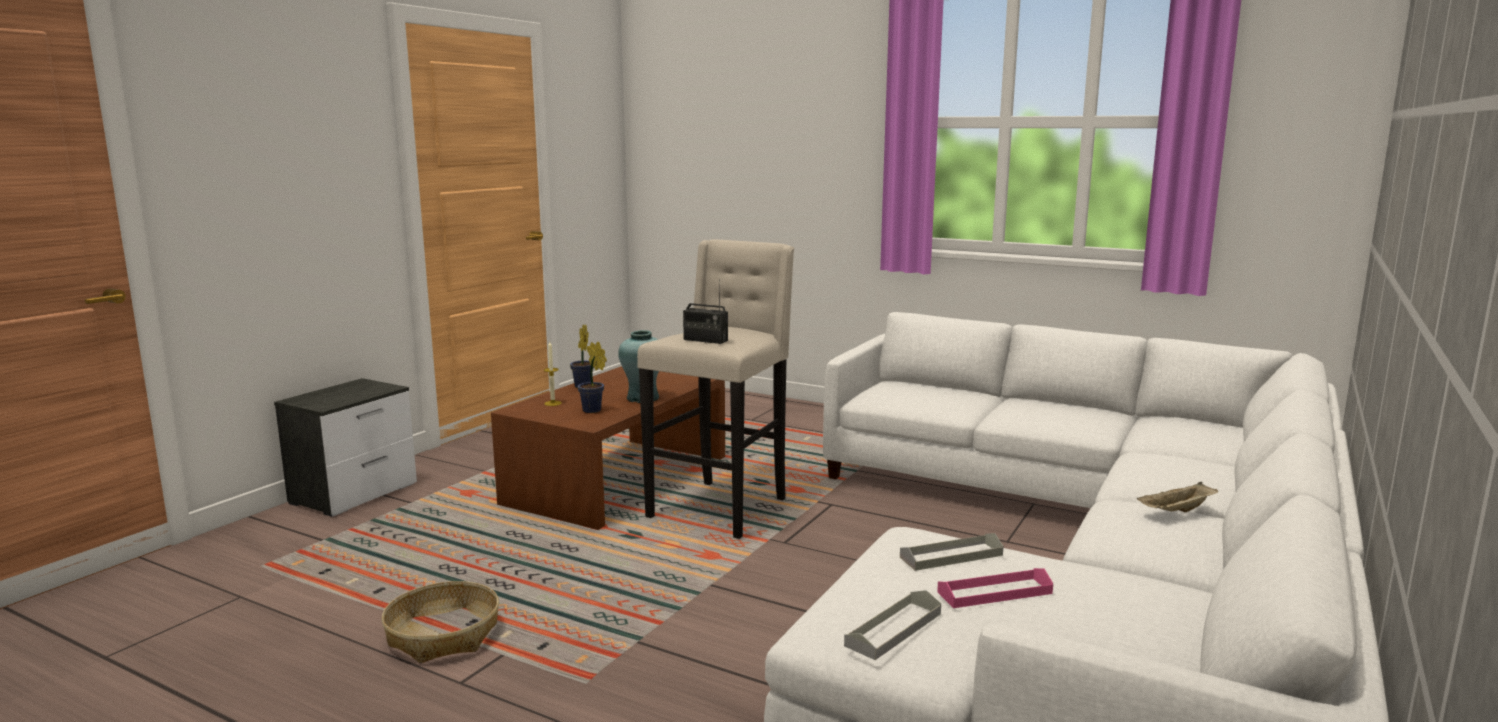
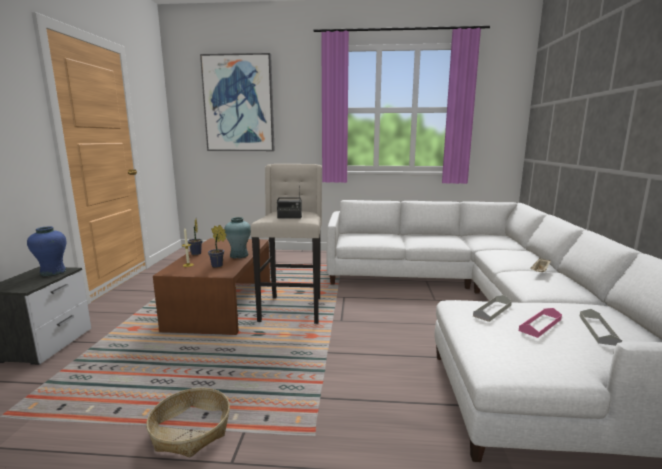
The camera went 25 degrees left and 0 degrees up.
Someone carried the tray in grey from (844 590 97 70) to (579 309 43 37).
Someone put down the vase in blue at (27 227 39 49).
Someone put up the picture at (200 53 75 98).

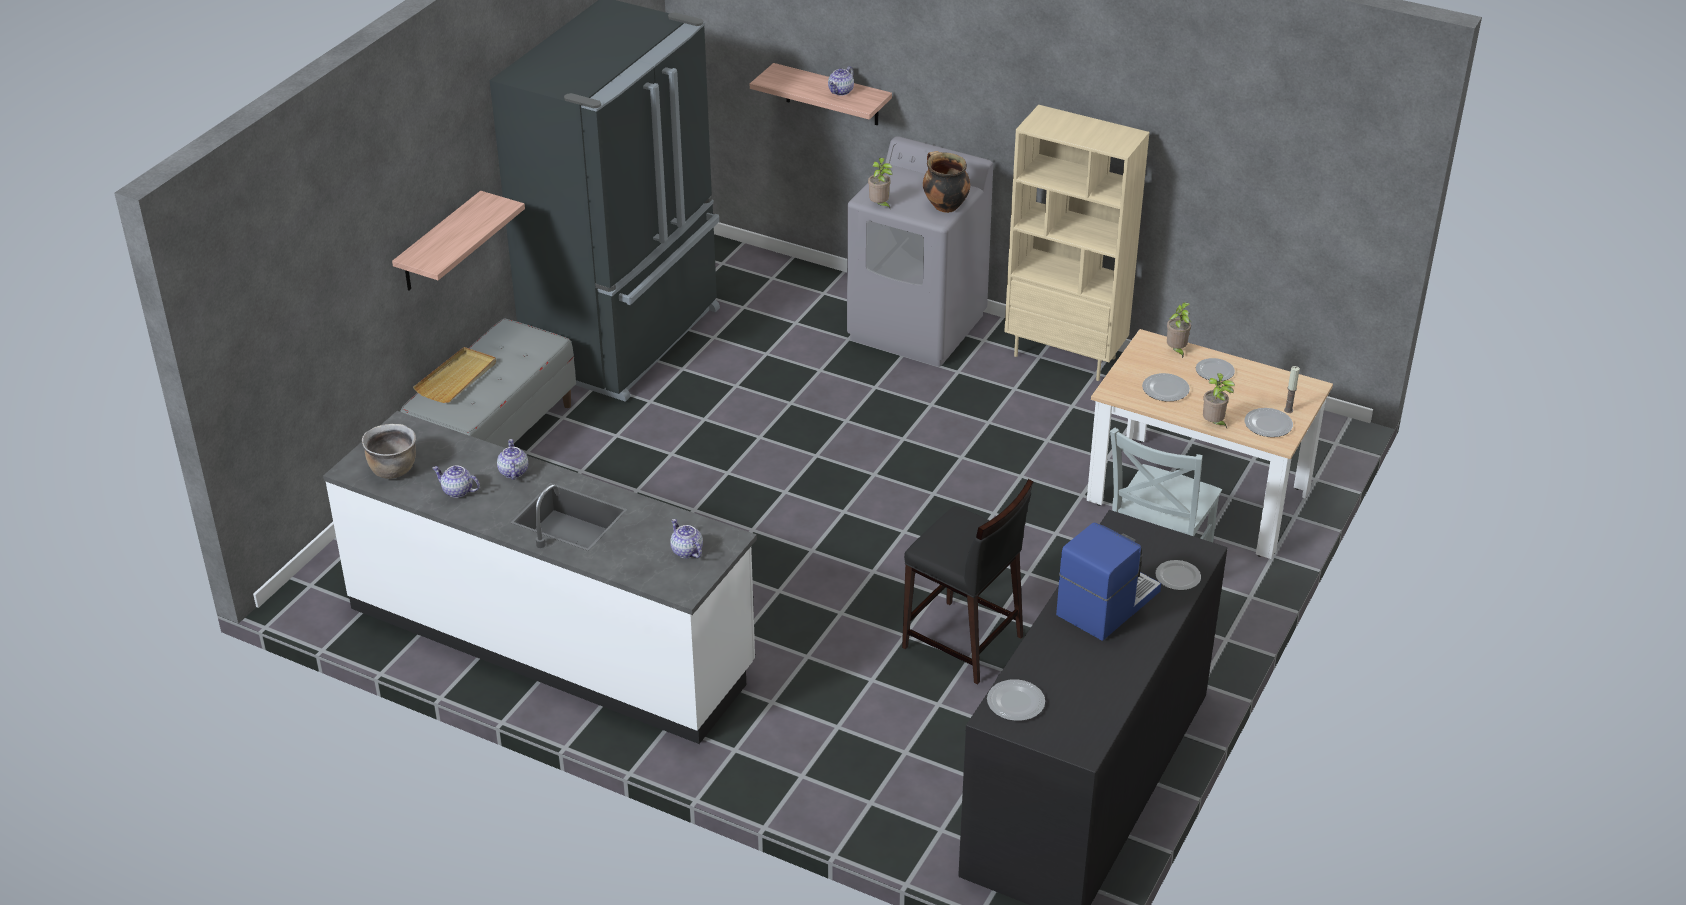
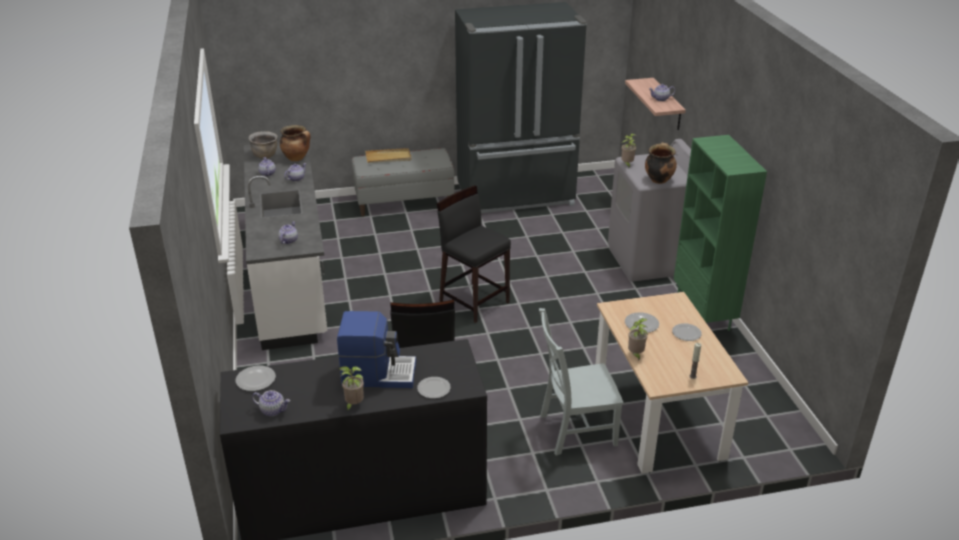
The camera went 50 degrees right and 5 degrees down.
Someone took away the shelf at (392 191 133 99).
Someone repainted the bookcase in beige at (1004 105 145 276), which became the bookcase in green at (674 135 93 196).
Someone carried the potted plant from (1167 302 25 57) to (338 366 26 46).
Someone took away the plate at (1245 408 48 29).
Someone put down the teapot at (252 390 38 26).
Someone put down the cooking pot at (280 125 31 36).
Someone put down the stool in black at (437 185 74 138).

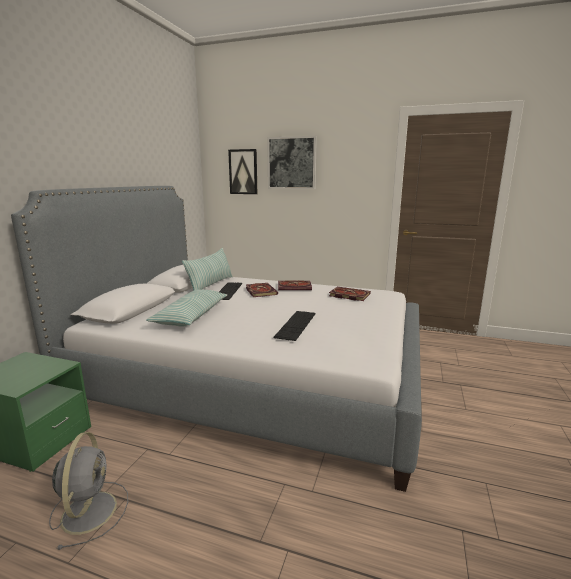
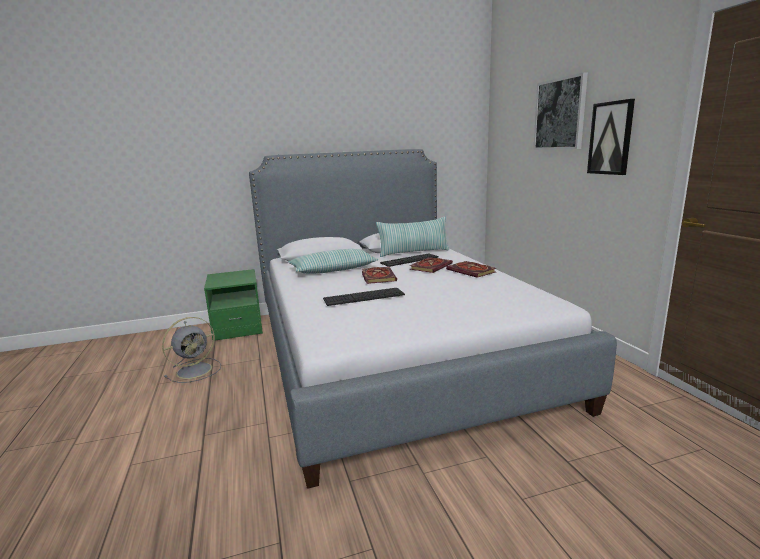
The camera went 55 degrees right and 0 degrees up.
Someone carried the picture from (228 149 29 45) to (587 99 48 76).
Someone carried the book from (329 287 42 14) to (362 267 35 17).

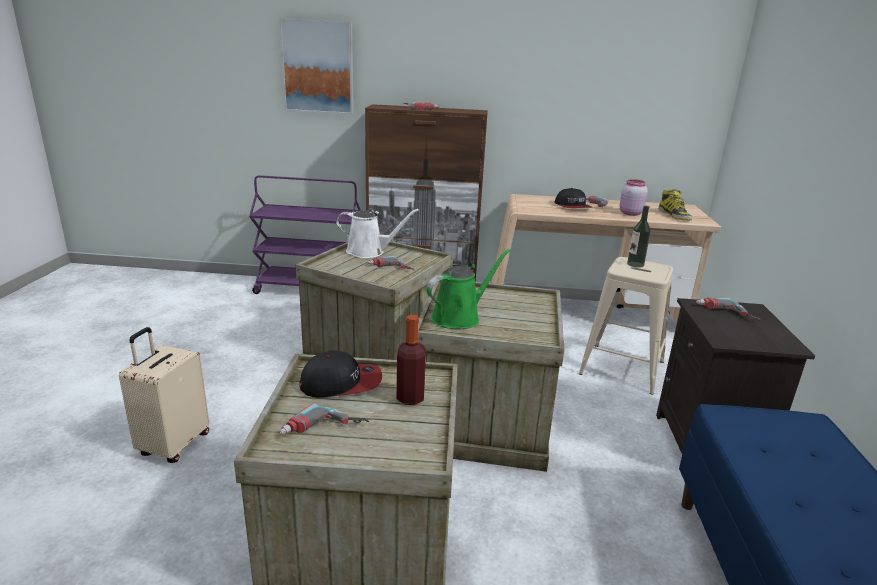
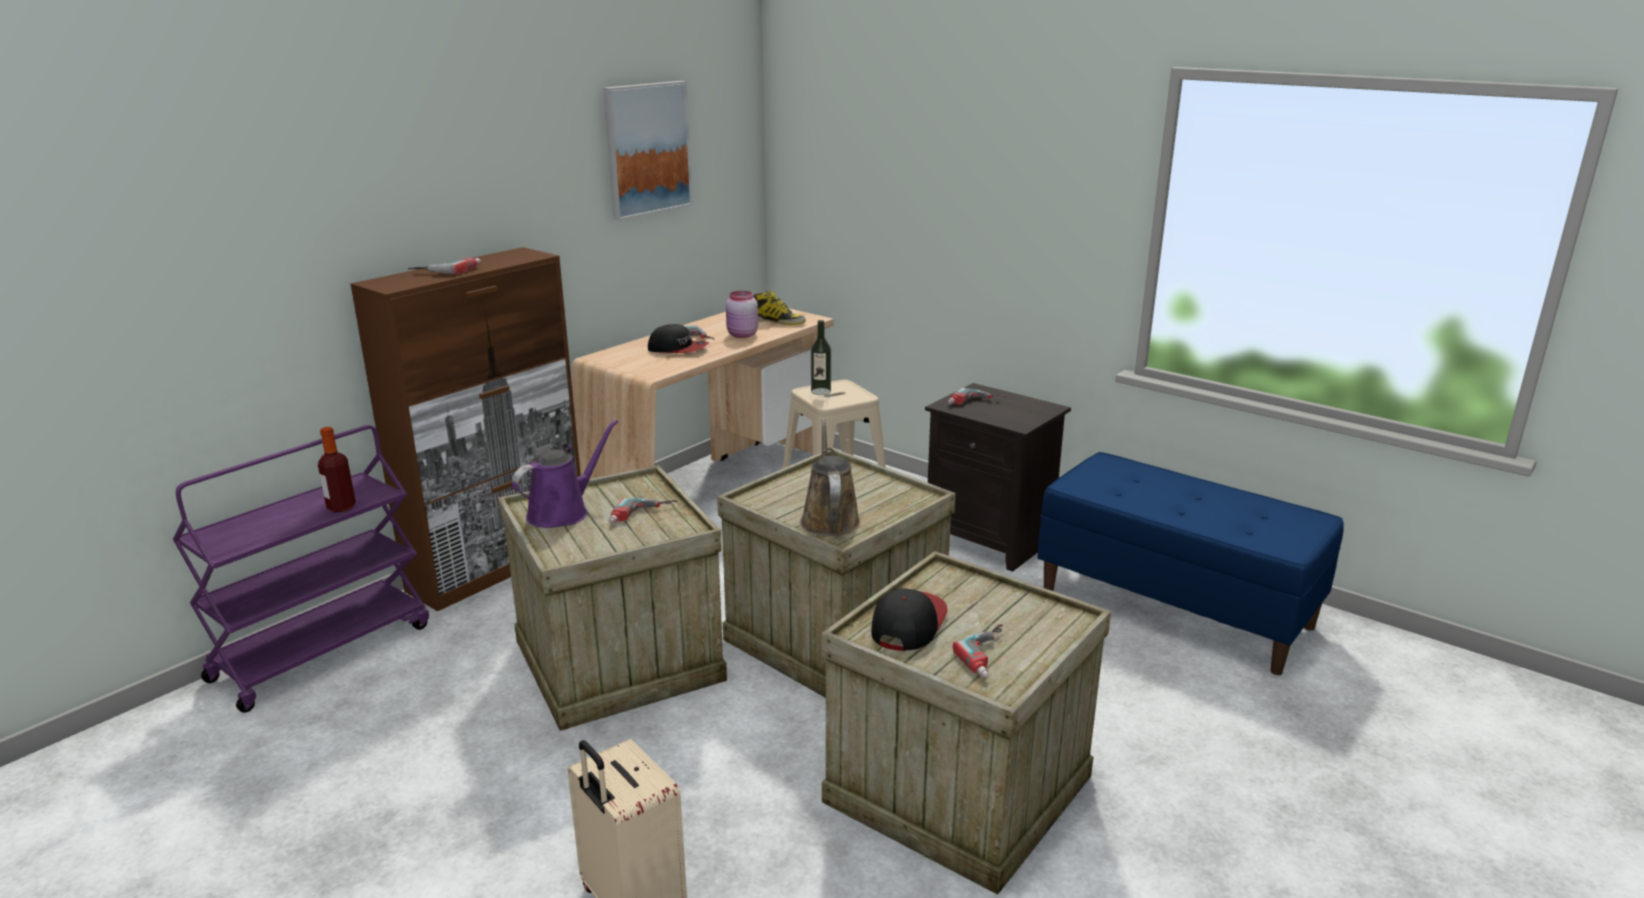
The camera went 55 degrees left and 0 degrees up.
Someone carried the picture from (279 18 75 96) to (603 81 90 139).
Someone repainted the watering can in white at (336 209 83 49), which became the watering can in purple at (512 420 106 108).
Someone carried the bottle from (397 315 29 90) to (318 427 38 85).
Someone repainted the watering can in green at (426 249 84 80), which became the watering can in brown at (800 419 61 117).

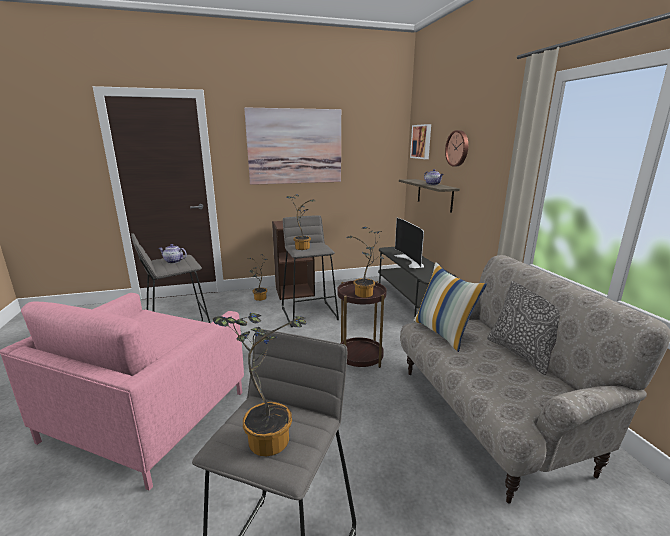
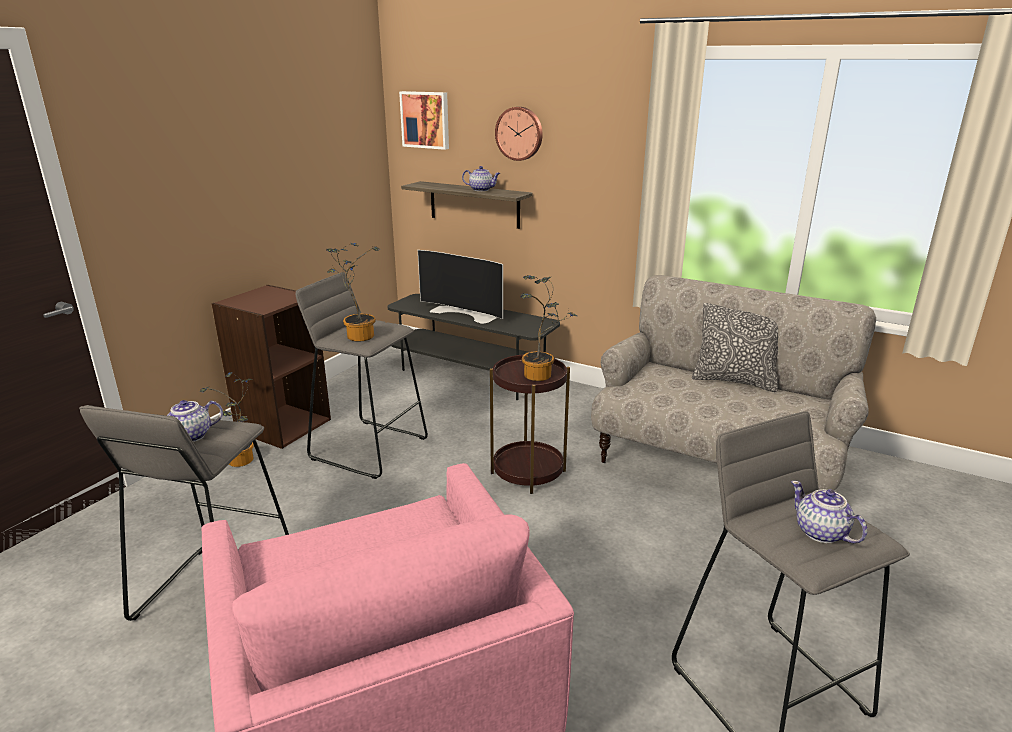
The camera went 45 degrees left and 5 degrees up.
Someone swapped the potted plant at (213 312 94 144) for the teapot at (791 481 76 62).
Someone took away the picture at (244 107 97 78).
Someone took away the pillow at (413 262 74 90).

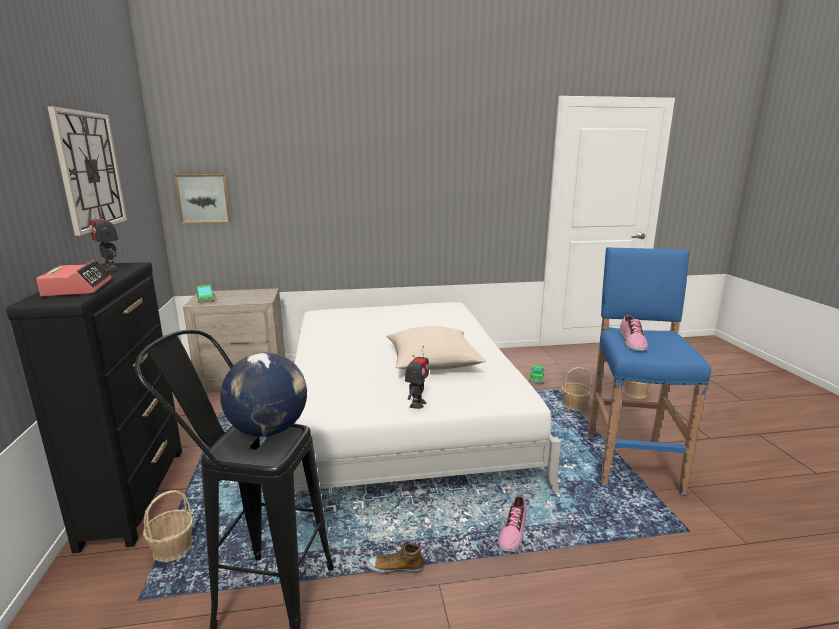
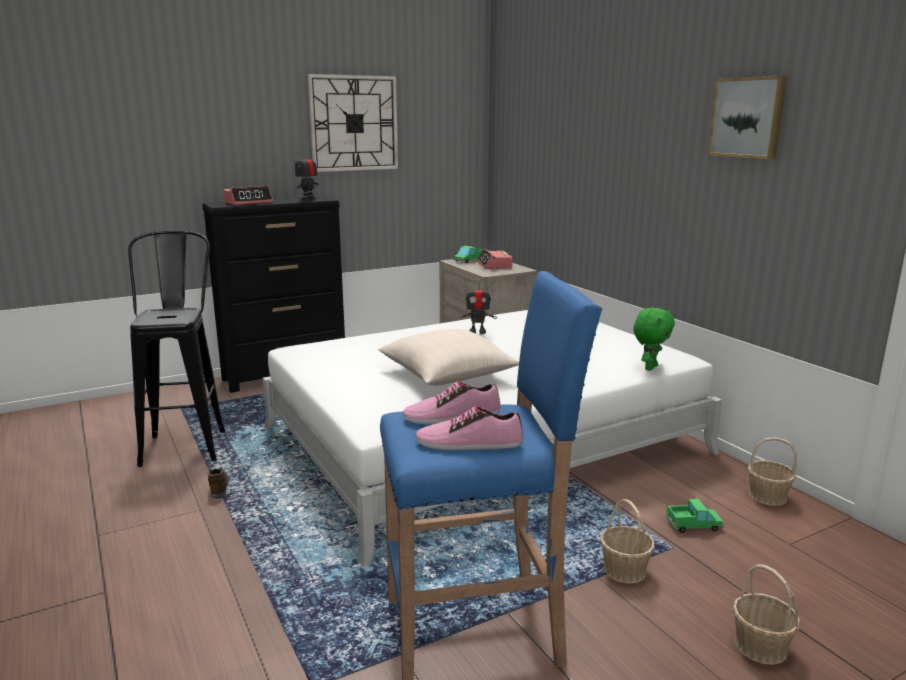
The camera went 70 degrees right and 0 degrees up.
Someone carried the basket from (143 490 51 72) to (748 437 49 69).
Someone carried the picture from (175 174 56 49) to (708 76 79 83).
Someone took away the globe at (220 353 87 84).
Someone carried the toy robot from (405 346 24 63) to (459 281 38 53).
Someone carried the shoe from (498 495 29 57) to (416 406 107 44).
Someone put down the alarm clock at (477 249 36 20).
Someone put down the plush toy in green at (634 308 41 63).

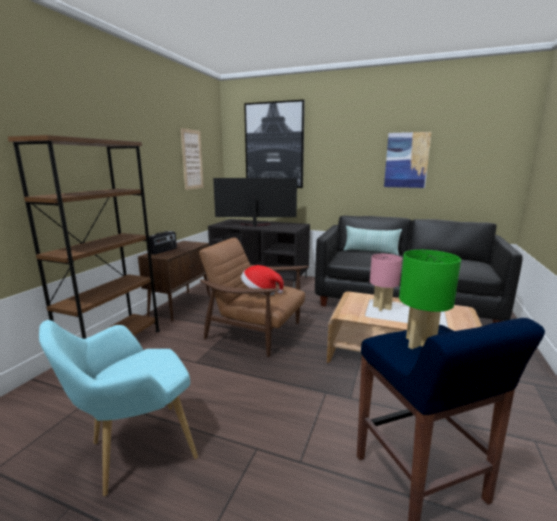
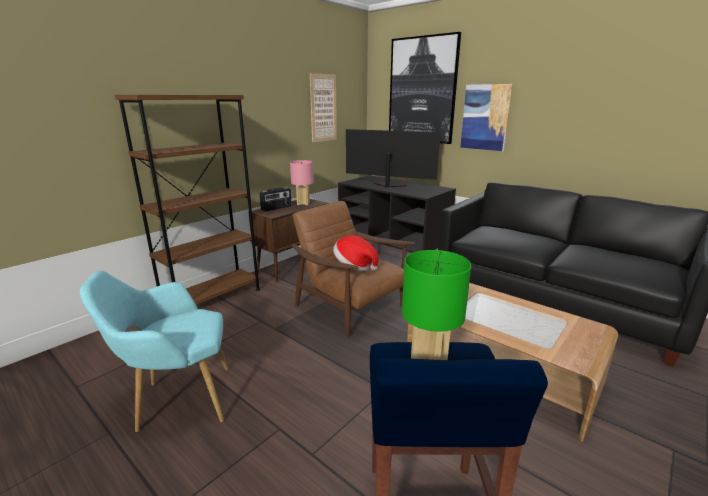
The camera went 20 degrees right and 5 degrees up.
Someone took away the pillow at (344 226 58 29).
Someone carried the table lamp in pink from (370 254 32 57) to (290 160 24 45).
Someone carried the picture from (384 132 48 56) to (460 84 53 67).

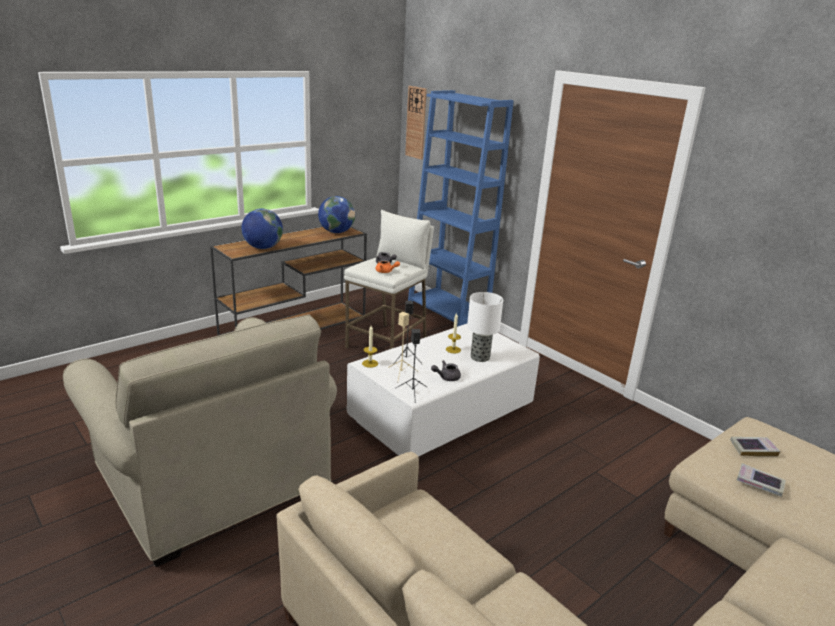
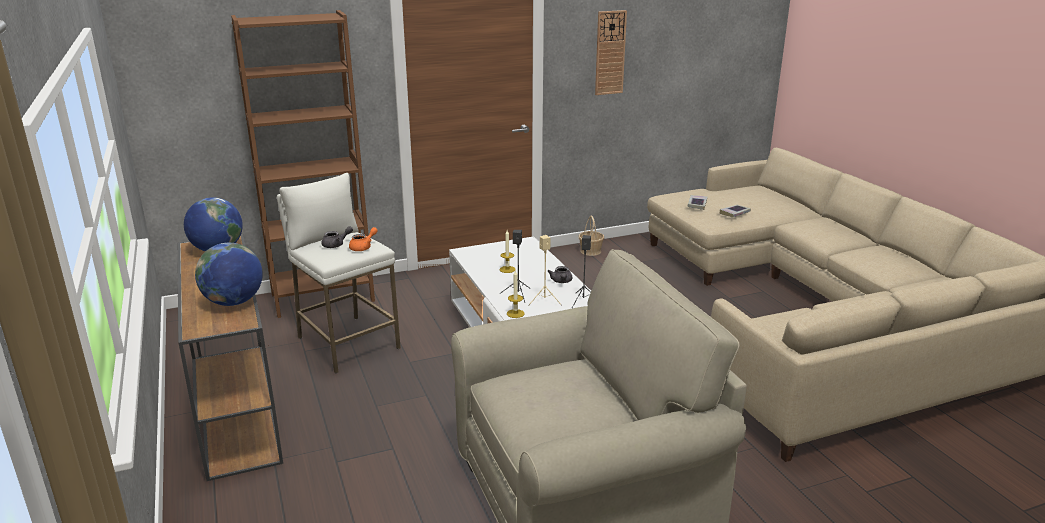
The camera went 70 degrees left and 0 degrees up.
Someone carried the wall clock from (405 86 22 74) to (595 10 32 85).
Someone repainted the bookcase in blue at (408 90 106 237), which became the bookcase in brown at (231 10 144 308).
Someone took away the table lamp at (467 292 36 70).
Someone put down the basket at (579 215 25 41).

